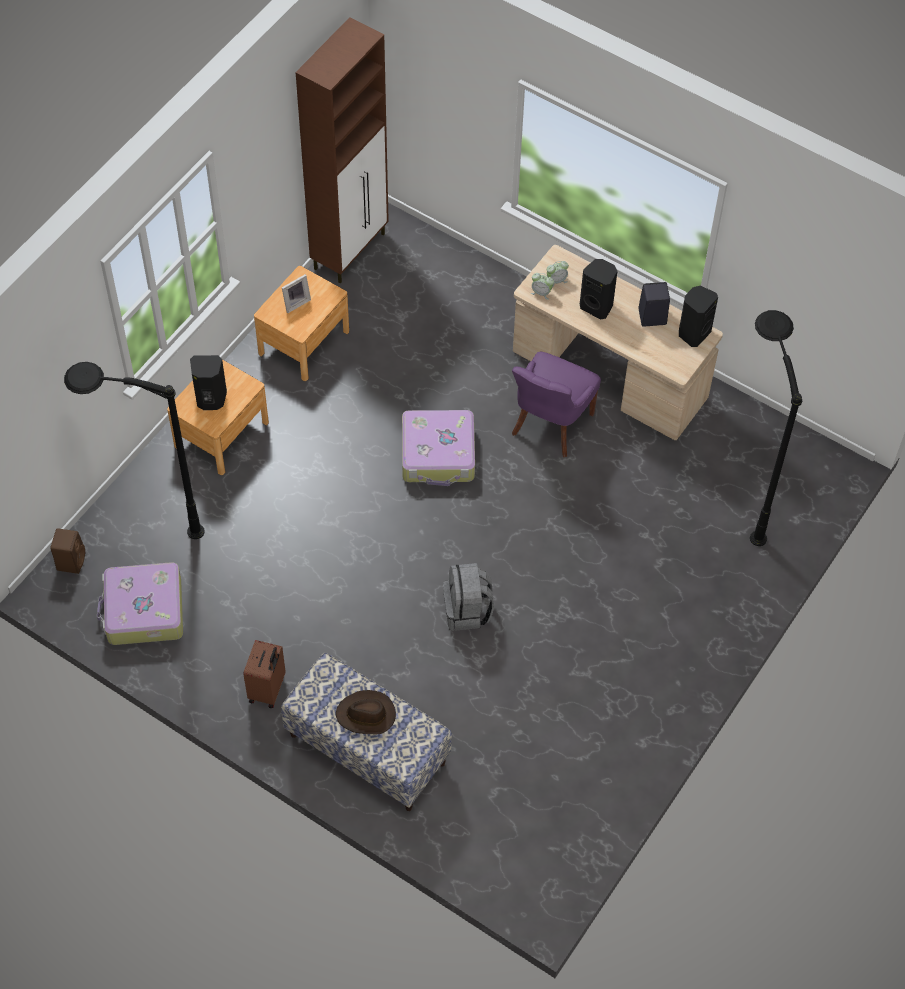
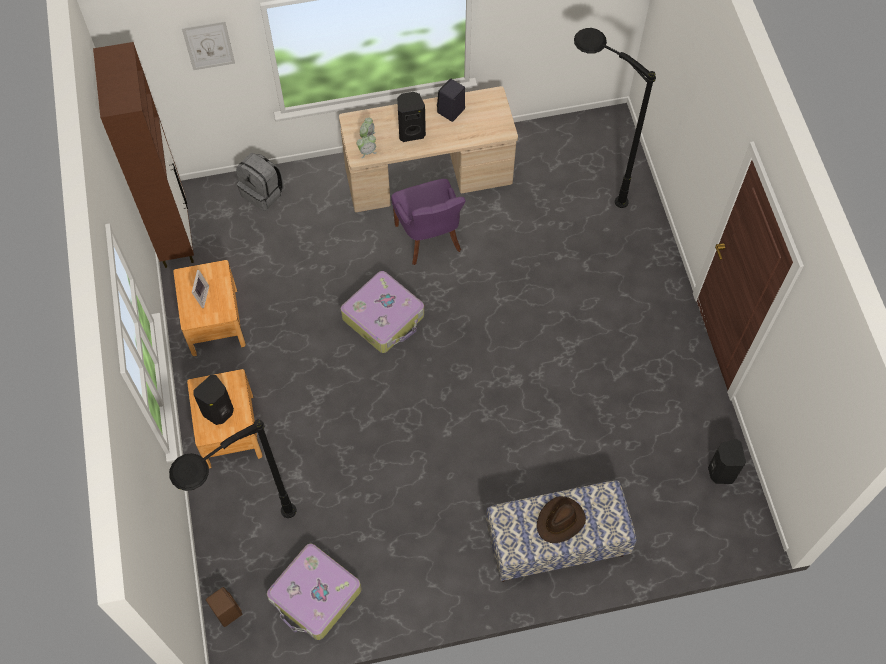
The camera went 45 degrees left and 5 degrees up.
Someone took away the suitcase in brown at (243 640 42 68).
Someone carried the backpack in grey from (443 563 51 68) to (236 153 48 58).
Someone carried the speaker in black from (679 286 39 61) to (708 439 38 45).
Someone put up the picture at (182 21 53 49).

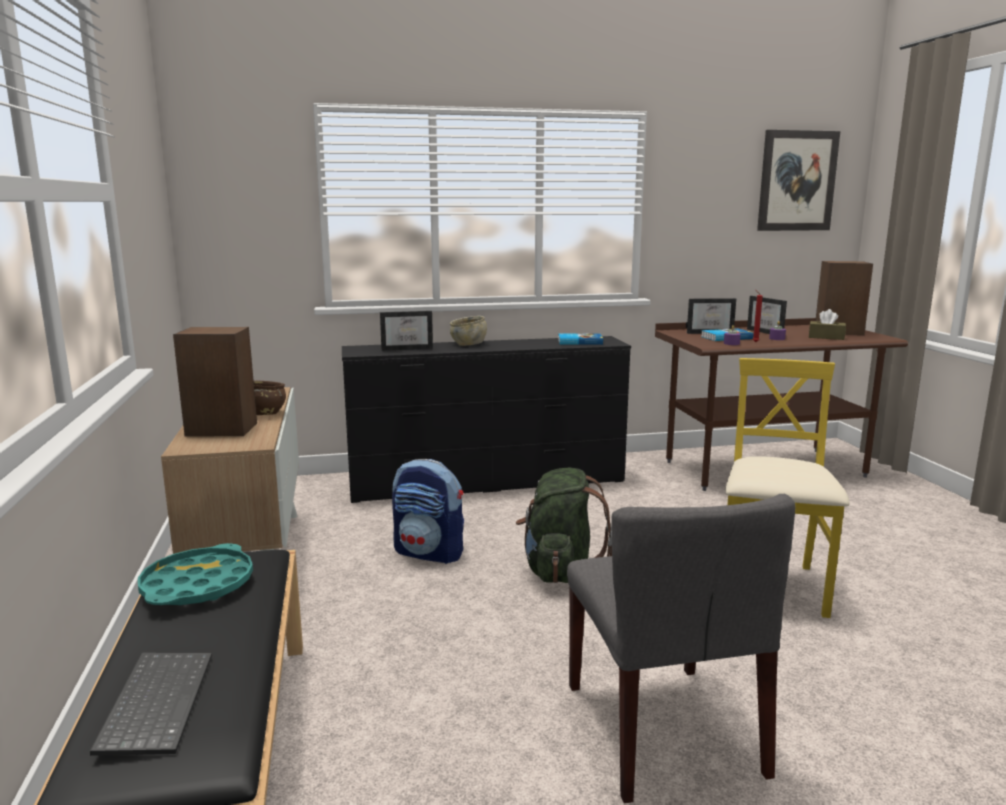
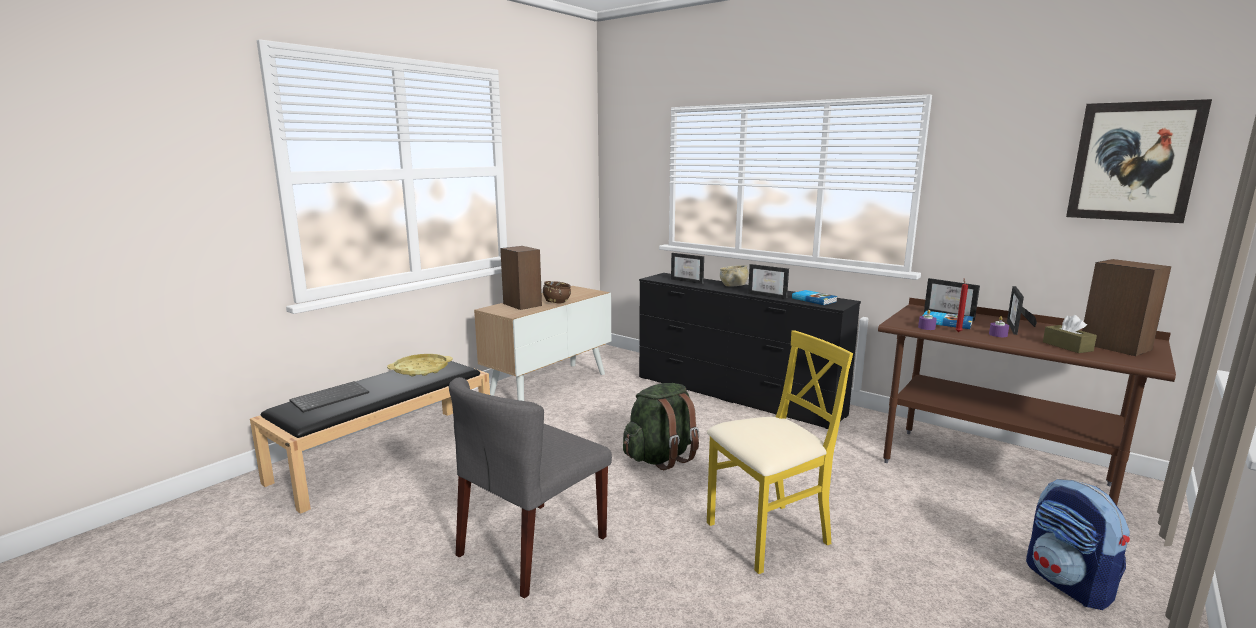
The camera went 50 degrees right and 0 degrees up.
Someone repainted the tray in turquoise at (138 543 115 62), which became the tray in yellow at (387 354 66 22).
Someone carried the backpack from (392 459 72 105) to (1026 479 104 131).
Someone put down the picture frame at (748 264 41 35).

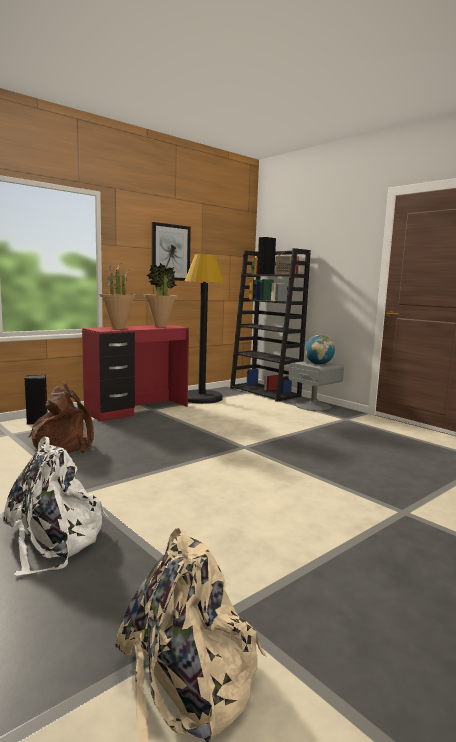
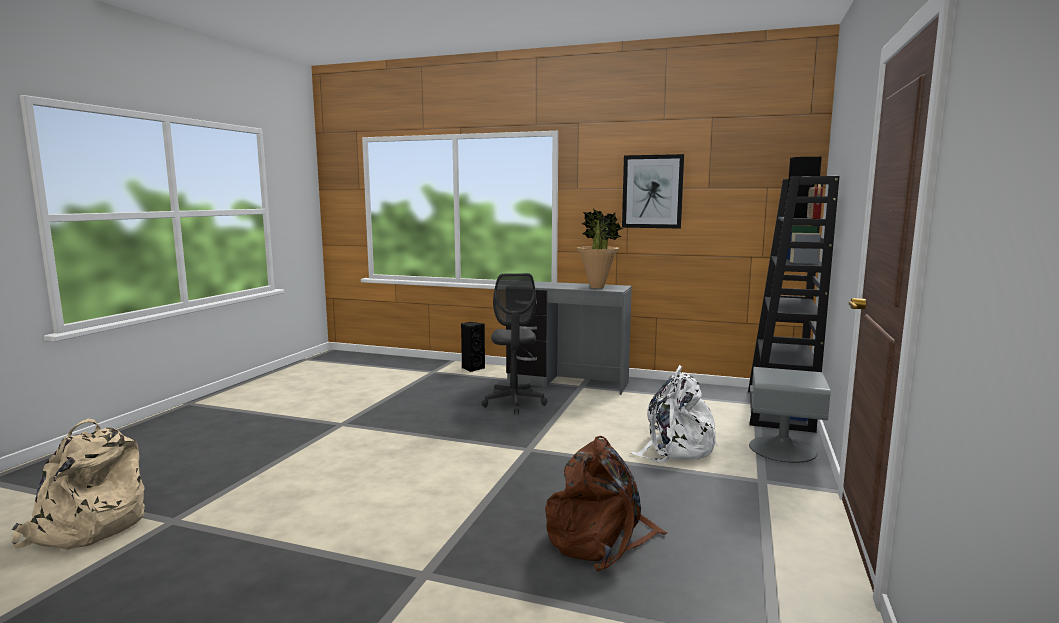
The camera went 60 degrees right and 0 degrees up.
Someone carried the backpack in white from (3 436 105 140) to (631 365 87 98).
Someone carried the backpack in brown from (29 381 65 72) to (545 436 122 135).
Someone repainted the desk in red at (82 325 107 97), which became the desk in grey at (506 281 126 114).
Someone took away the potted plant at (99 264 37 65).
Someone took away the floor lamp in black at (185 254 39 150).
Someone took away the globe at (305 335 30 30).
Someone put down the office chair in grey at (482 273 65 141).

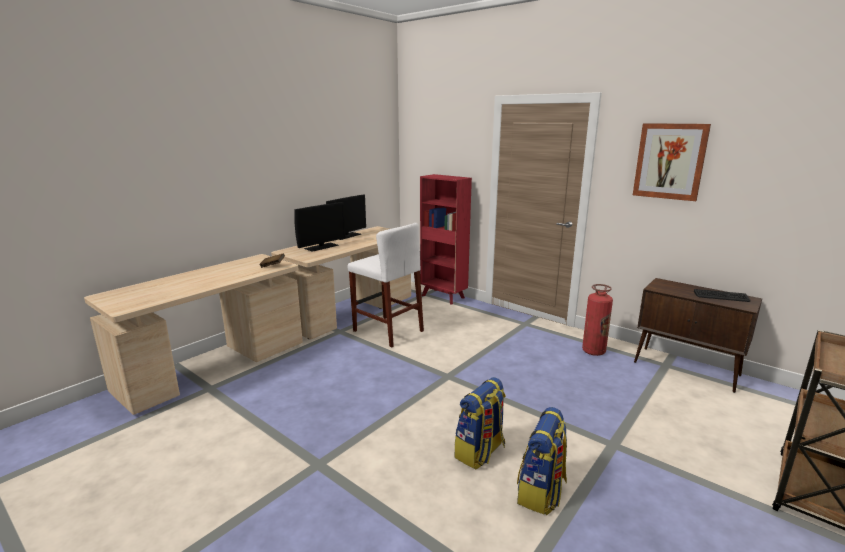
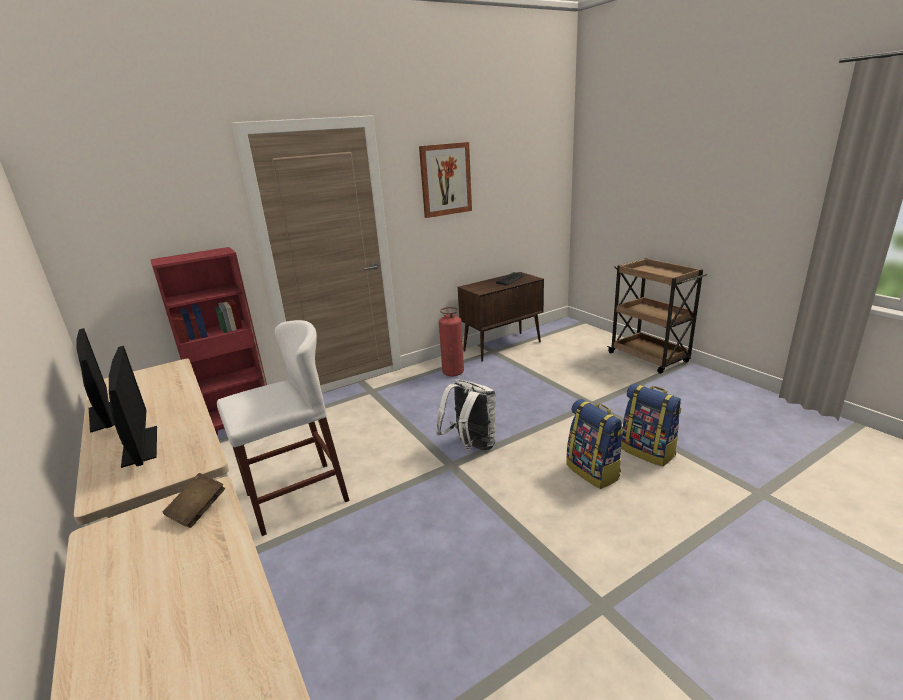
The camera went 70 degrees left and 5 degrees up.
Someone put down the backpack in white at (436 379 60 72).

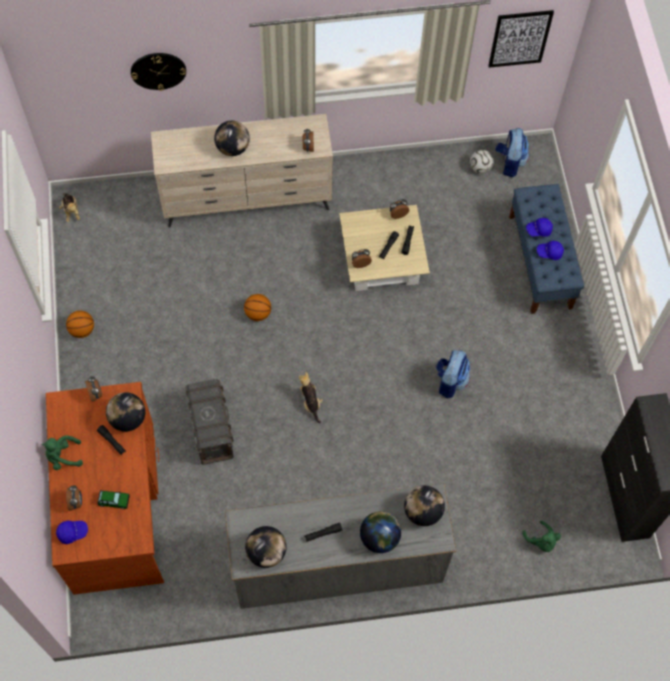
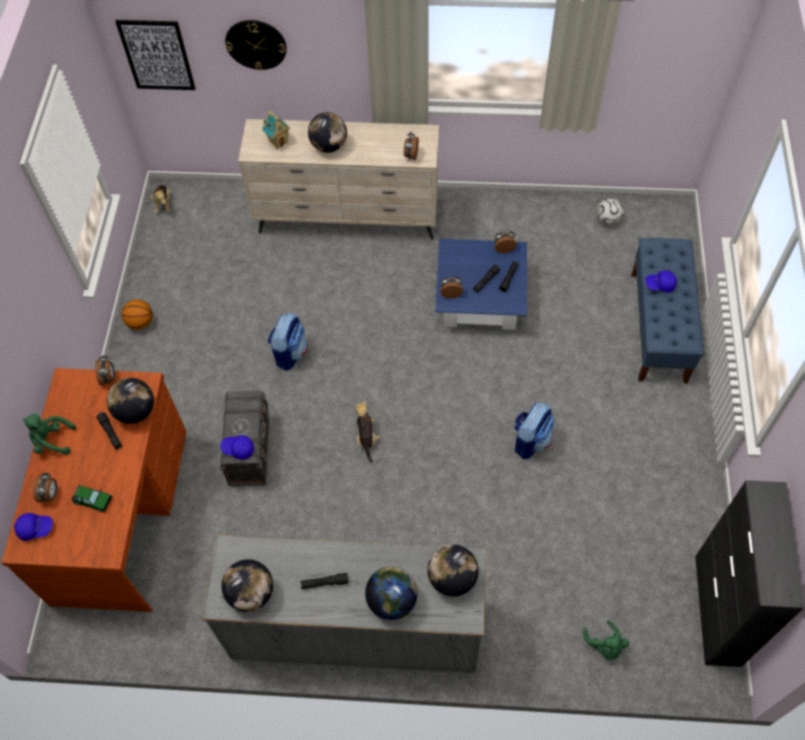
The camera went 15 degrees right and 5 degrees down.
Someone took away the basketball at (244 294 27 27).
Someone repainted the coffee table in beige at (339 205 91 86), which became the coffee table in blue at (435 239 92 91).
Someone carried the picture from (488 10 66 58) to (115 20 81 70).
Someone carried the backpack from (496 128 33 49) to (268 313 40 57).
Someone carried the cap in blue from (537 241 27 19) to (220 435 34 25).
Someone put down the toy house at (262 111 28 38).

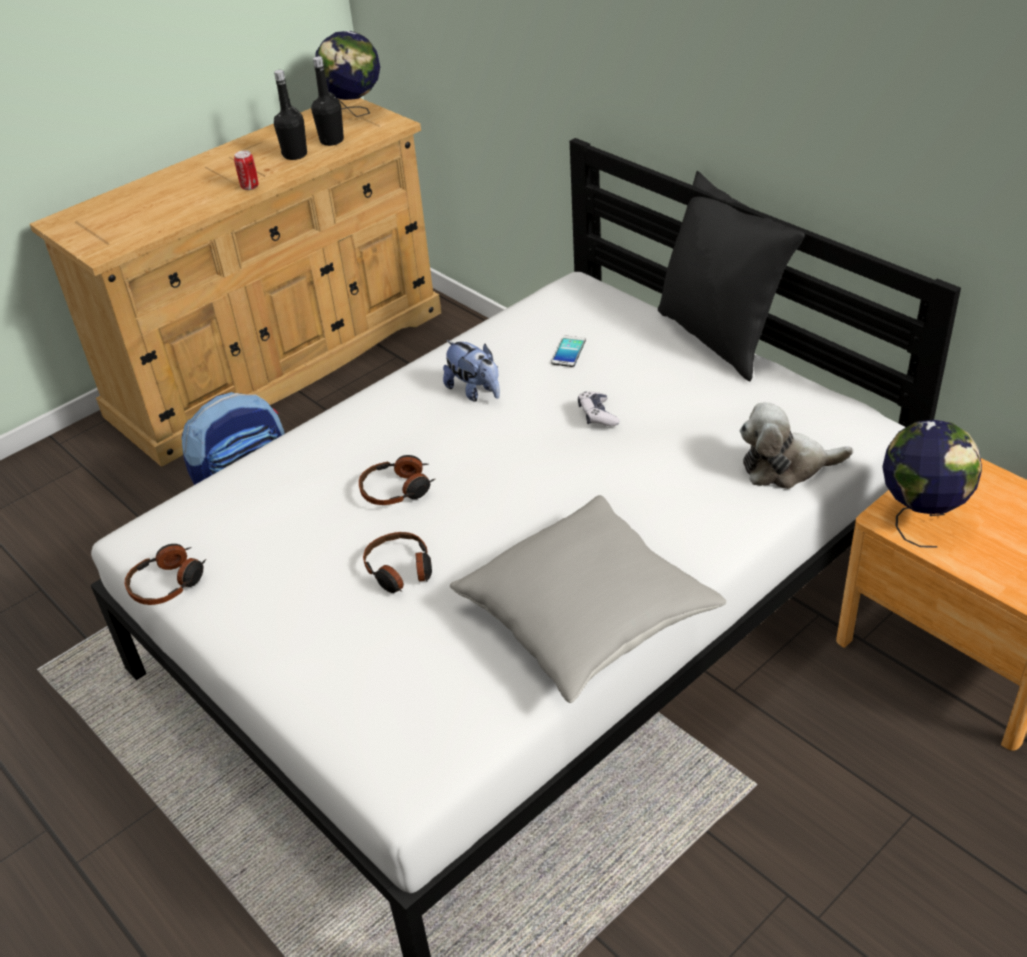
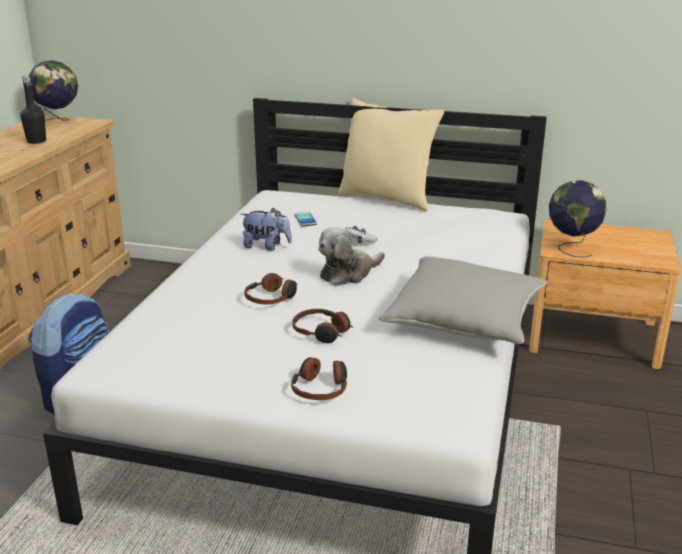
The camera went 35 degrees left and 15 degrees down.
Someone carried the headphones from (125 544 81 61) to (291 357 56 43).
Someone took away the can at (234 150 25 40).
Someone took away the bottle in black at (311 56 33 90).
Someone repainted the pillow in black at (658 171 147 210), which became the pillow in beige at (338 98 106 113).
Someone carried the plush toy from (740 402 113 87) to (318 227 67 59).

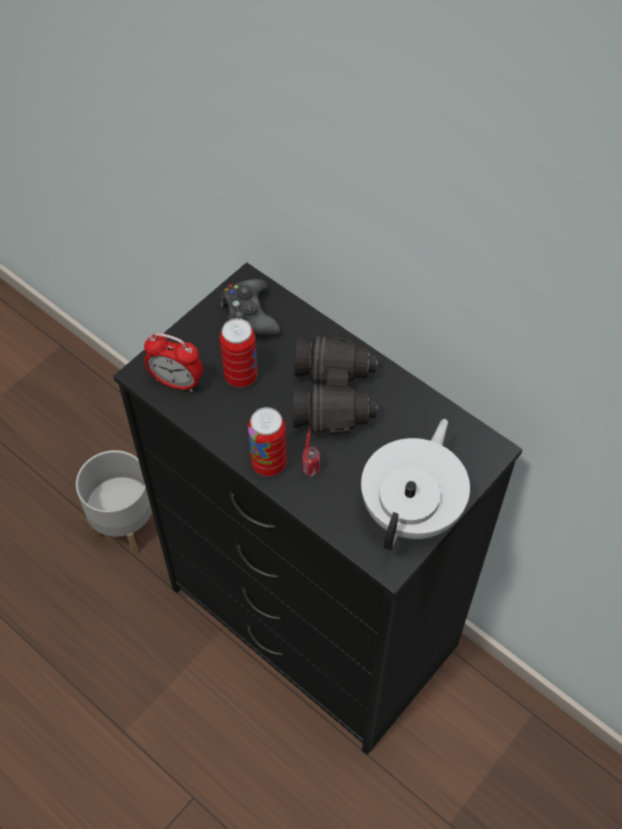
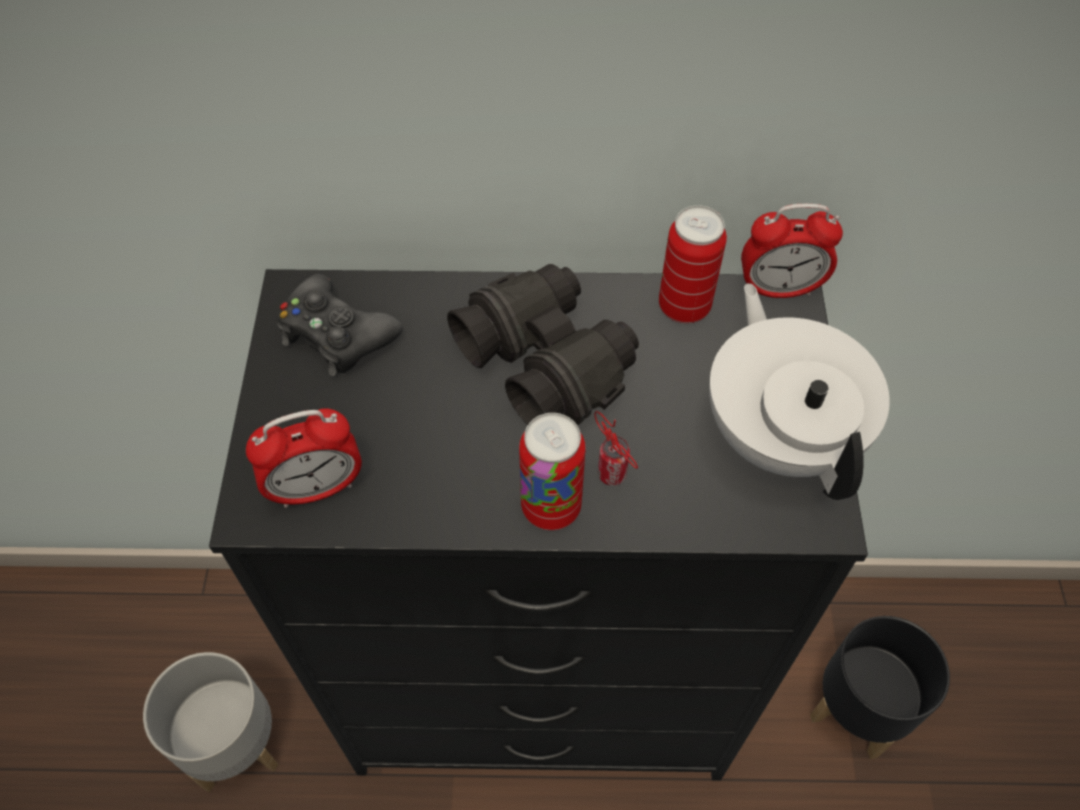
The camera went 40 degrees left and 0 degrees up.
Someone carried the can from (220 318 38 70) to (659 205 68 119).
Someone put down the alarm clock at (741 204 102 94).
Someone put down the planter in black at (810 616 140 143).

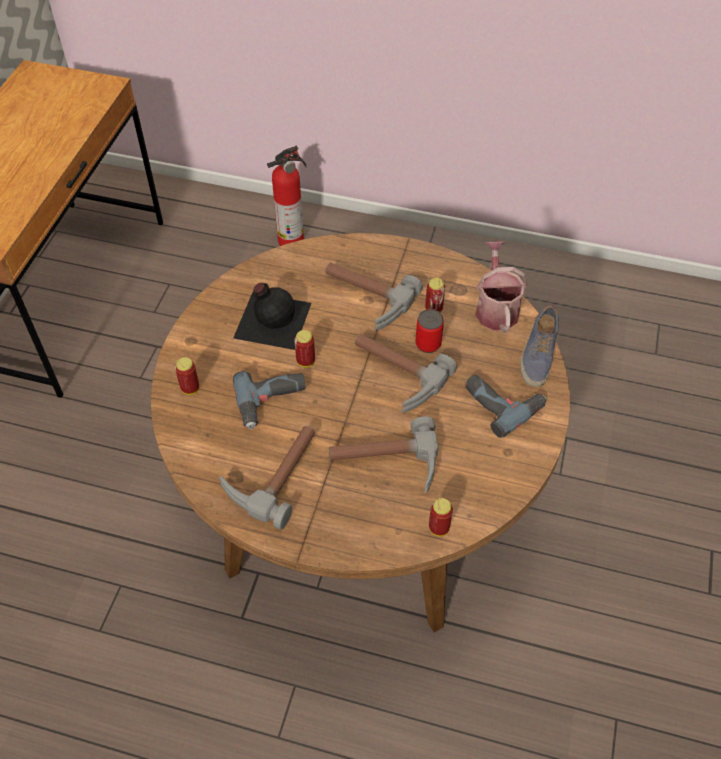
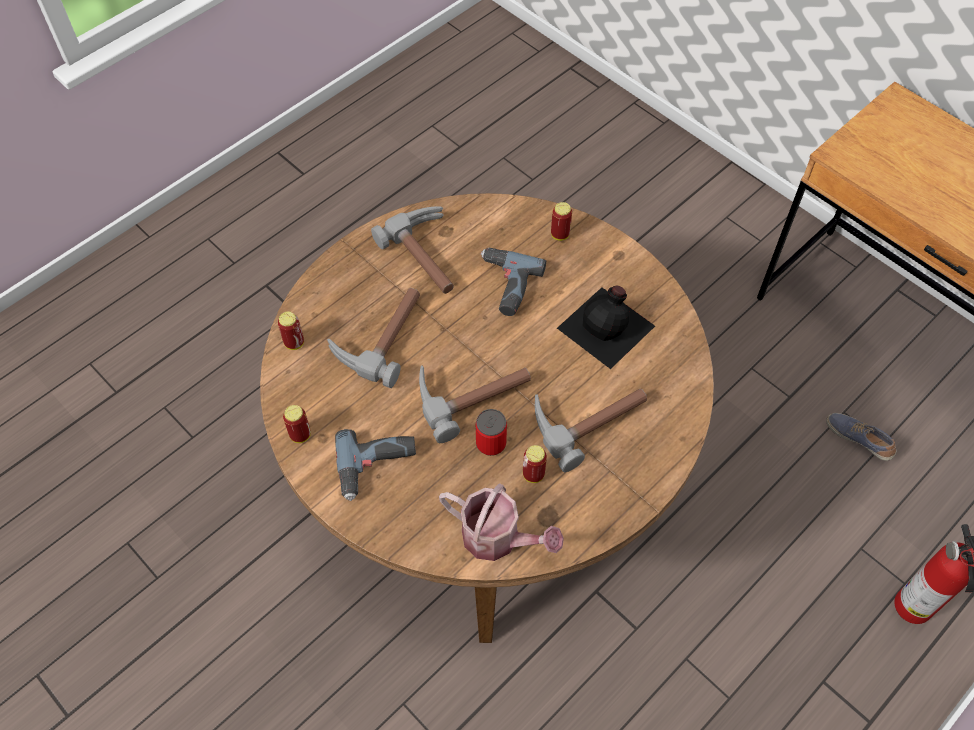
The camera went 120 degrees right and 5 degrees up.
Someone carried the can from (294 330 21 37) to (283 405 28 38).
Someone carried the shoe from (520 306 39 81) to (826 413 70 48).

